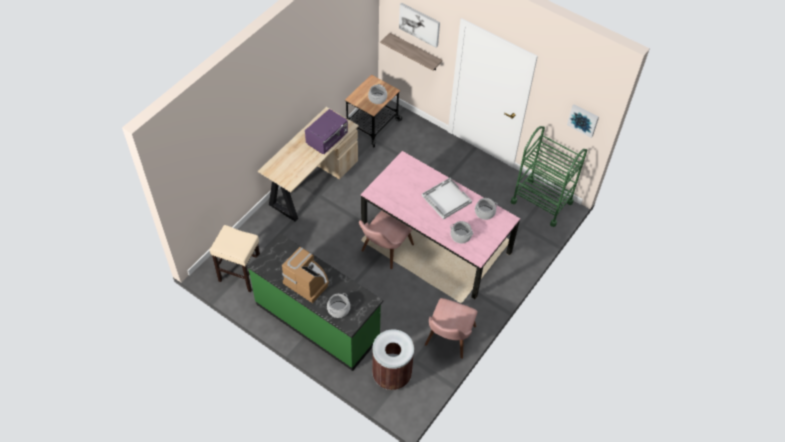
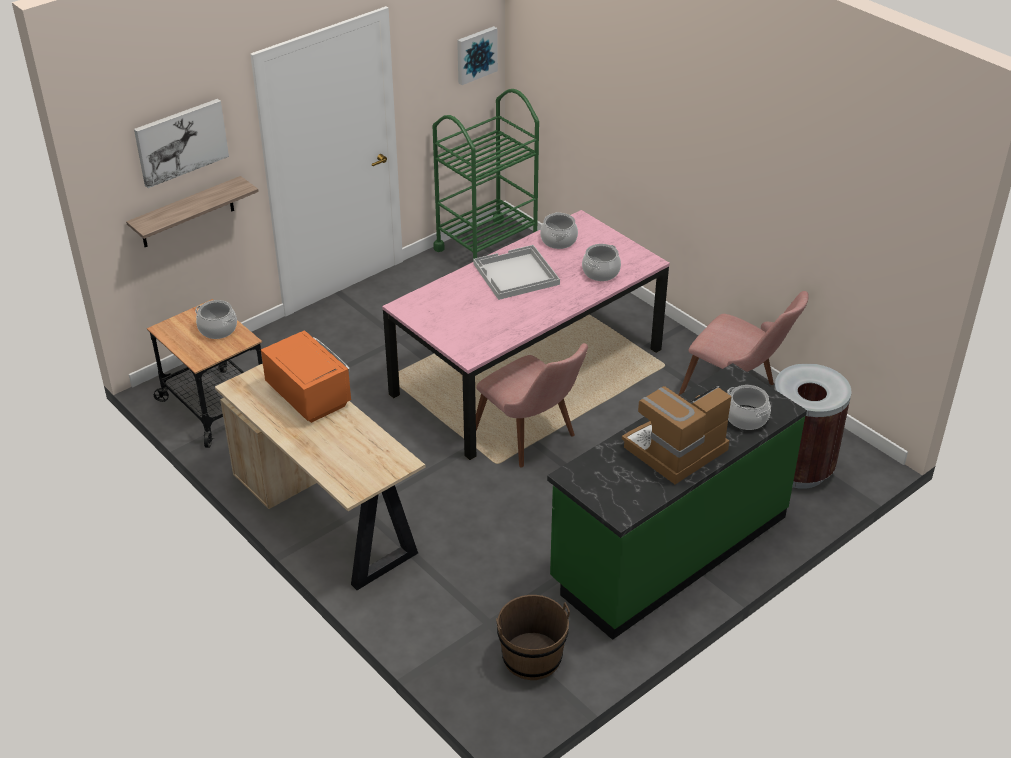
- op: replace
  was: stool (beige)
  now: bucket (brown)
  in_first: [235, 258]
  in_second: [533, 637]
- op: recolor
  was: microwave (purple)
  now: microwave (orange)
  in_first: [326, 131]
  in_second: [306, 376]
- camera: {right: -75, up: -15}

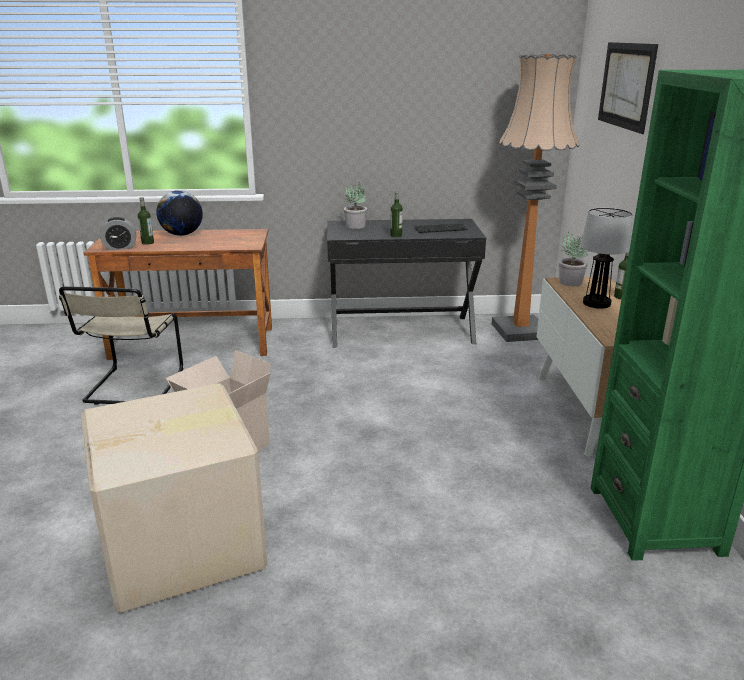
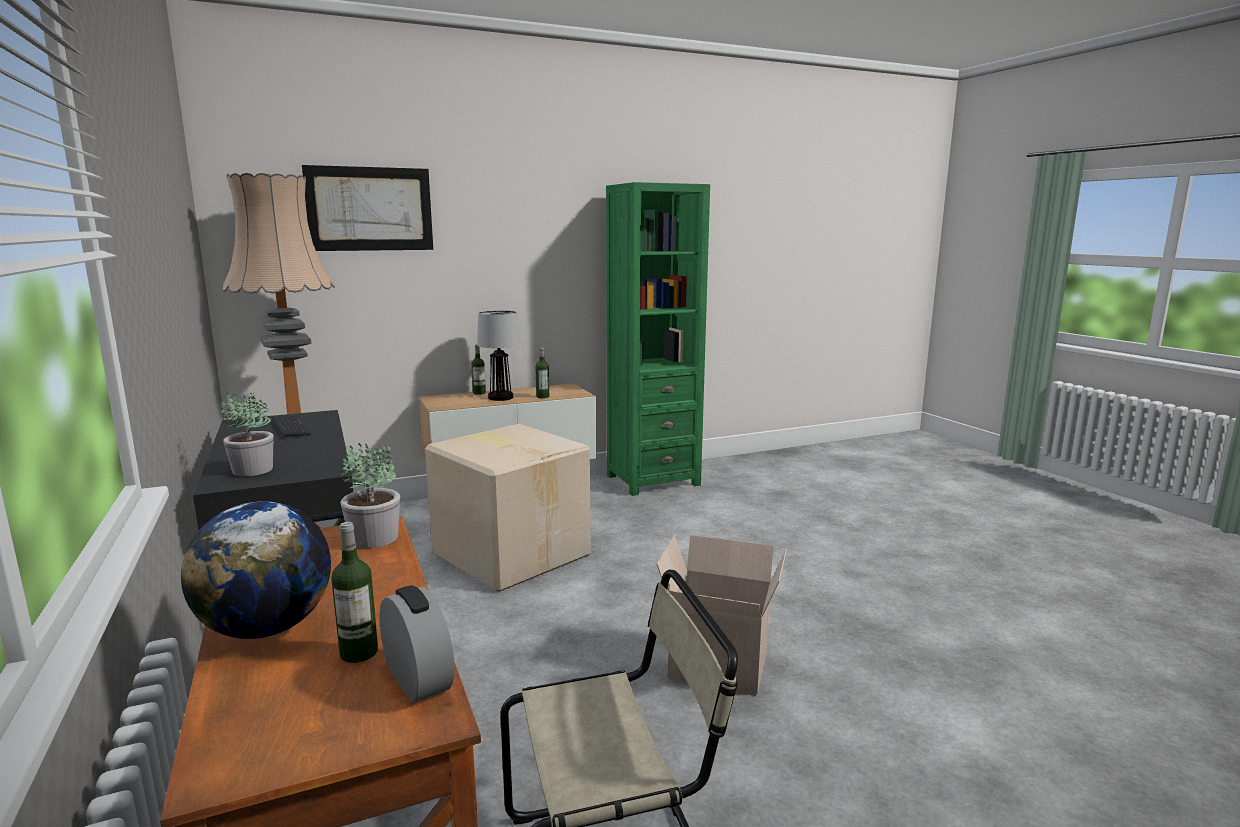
- op: move
  was: cardboard box
  in_first: [174, 498]
  in_second: [508, 508]
- op: move
  was: bottle
  in_first: [396, 214]
  in_second: [542, 372]
- op: move
  was: potted plant
  in_first: [574, 259]
  in_second: [370, 495]
- camera: {right: -110, up: -10}

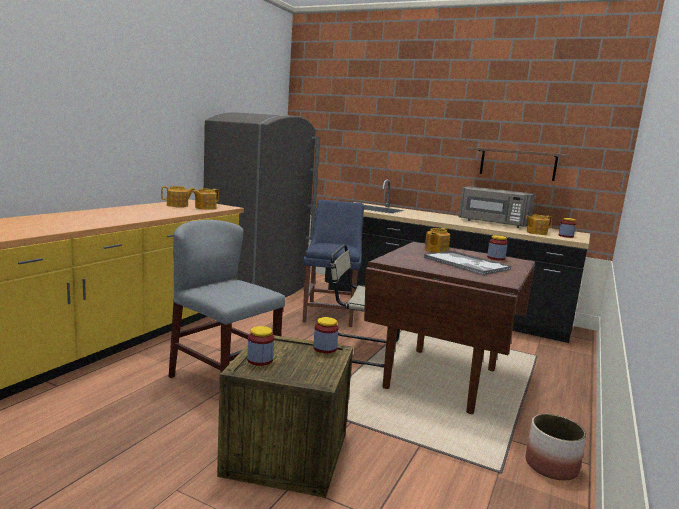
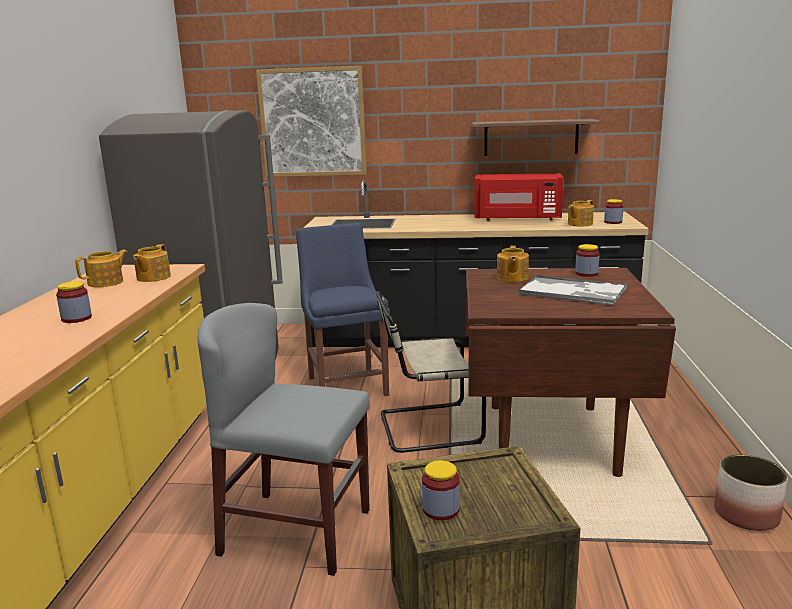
- op: move
  was: jar
  in_first: [326, 335]
  in_second: [74, 302]
- op: recolor
  was: microwave (grey)
  now: microwave (red)
  in_first: [497, 207]
  in_second: [519, 197]
- op: insert
  now: picture
  in_second: [311, 121]
- camera: {right: -20, up: 5}

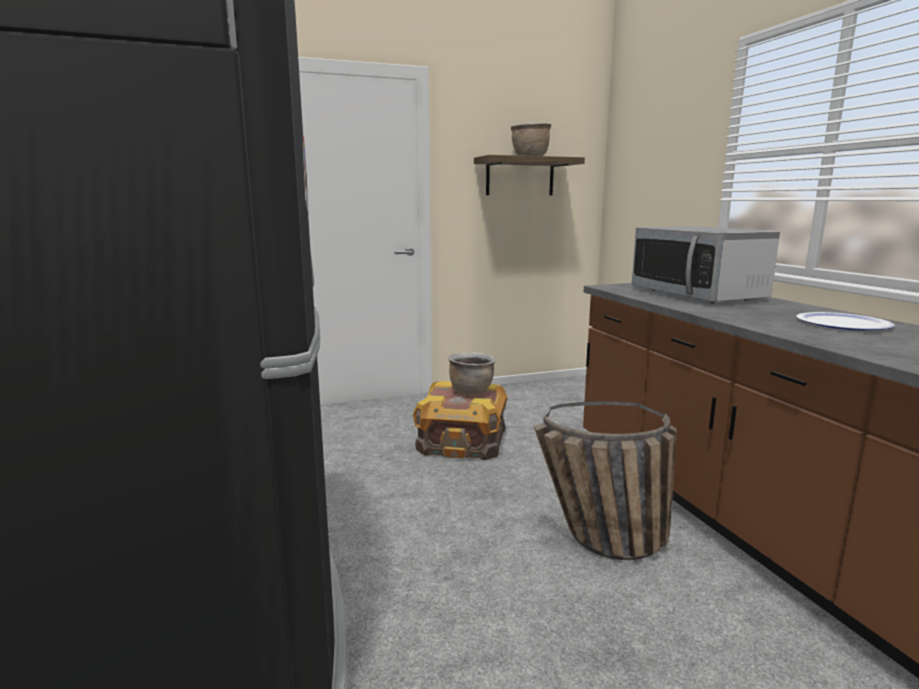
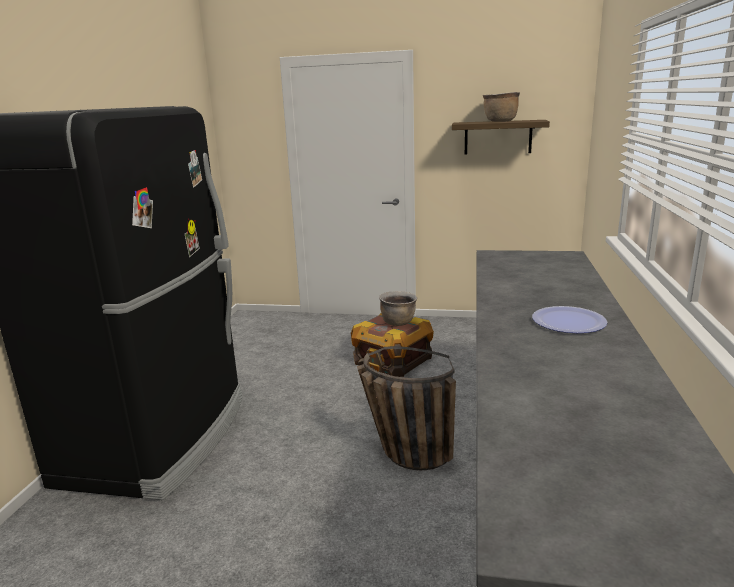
- op: delete
  was: microwave
  in_first: [706, 264]
- camera: {right: 30, up: 5}

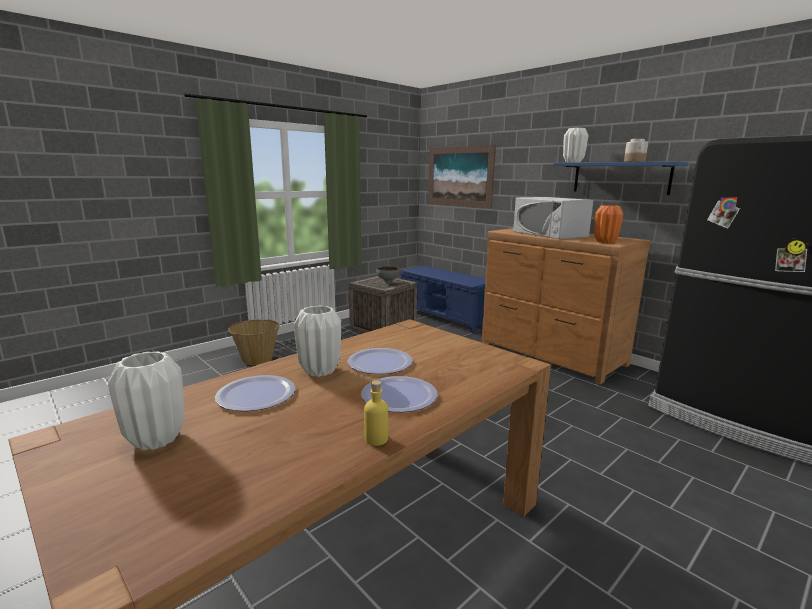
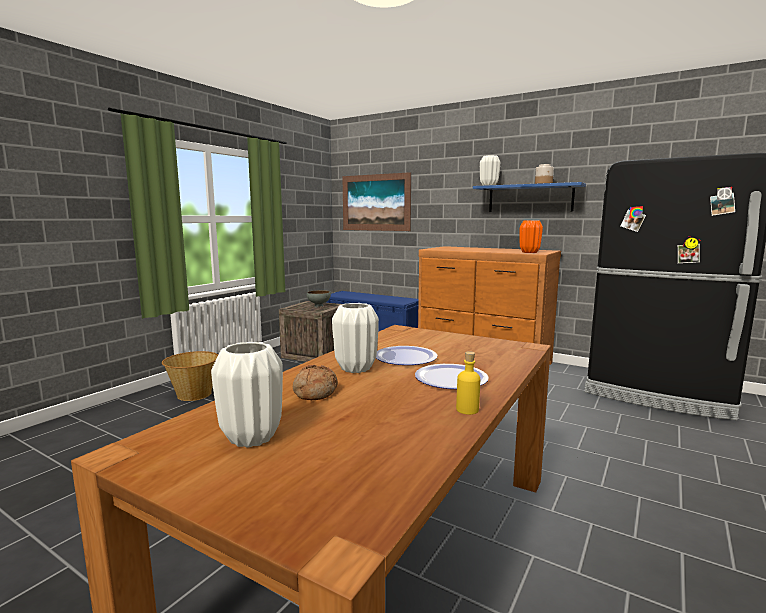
- op: replace
  was: plate
  now: bread
  in_first: [255, 393]
  in_second: [315, 382]
- op: delete
  was: microwave (white)
  in_first: [553, 218]
- camera: {right: -15, up: -5}

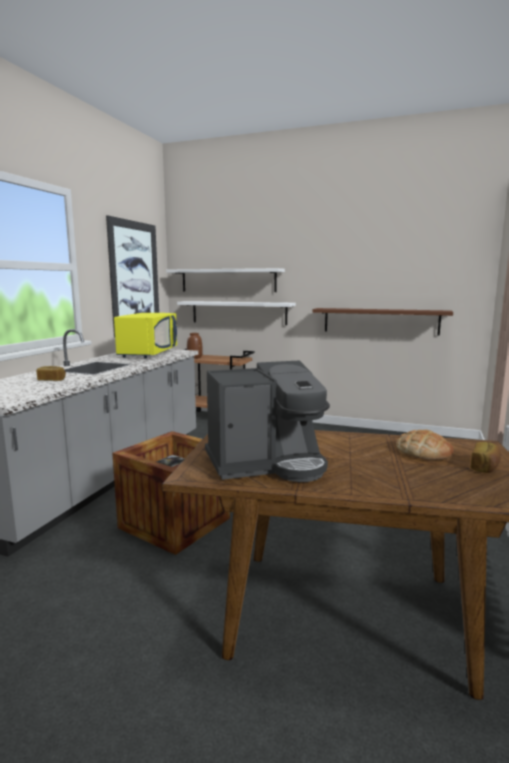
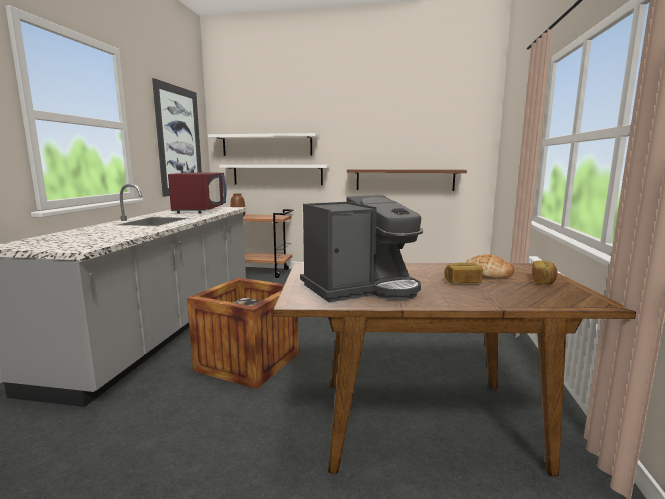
- op: move
  was: bread
  in_first: [51, 373]
  in_second: [464, 273]
- op: recolor
  was: microwave (yellow)
  now: microwave (red)
  in_first: [145, 335]
  in_second: [197, 193]
- camera: {right: -10, up: 0}

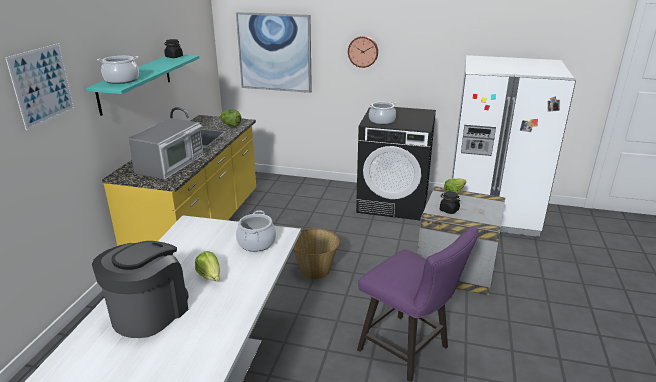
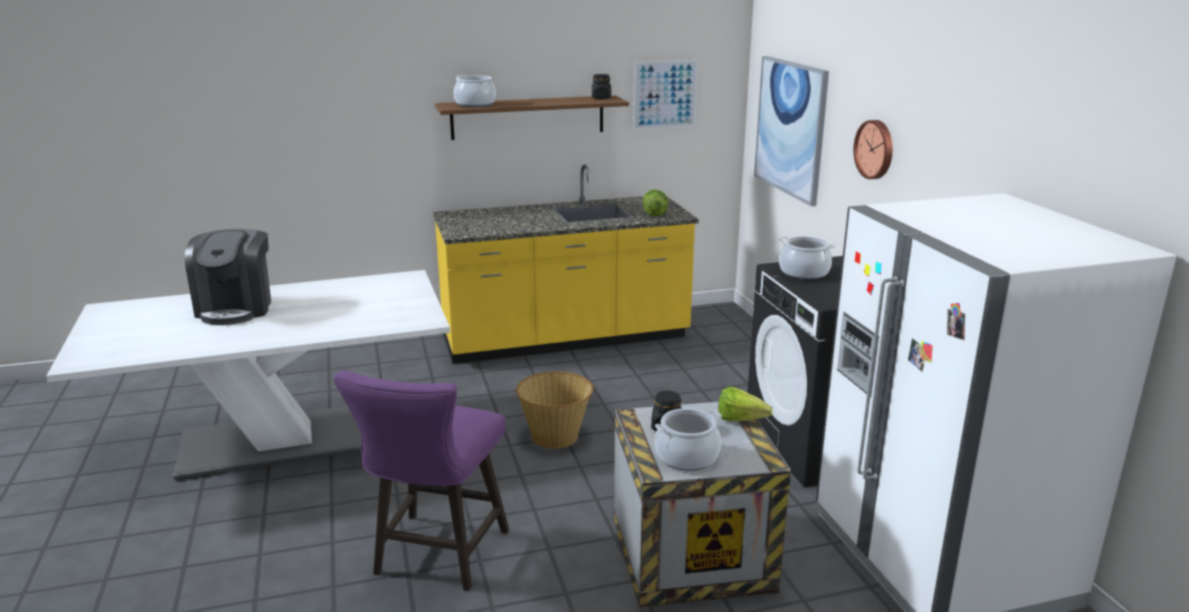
- op: move
  was: picture
  in_first: [40, 86]
  in_second: [665, 94]
- op: recolor
  was: shelf (turquoise)
  now: shelf (brown)
  in_first: [142, 85]
  in_second: [532, 117]
- op: rotate
  was: coffee machine
  in_first: [140, 289]
  in_second: [228, 277]
  clockwise: 90
- op: delete
  was: microwave
  in_first: [166, 148]
- op: delete
  was: lettuce
  in_first: [207, 266]
- op: move
  was: cooking pot
  in_first: [256, 231]
  in_second: [688, 439]
- camera: {right: 60, up: -5}

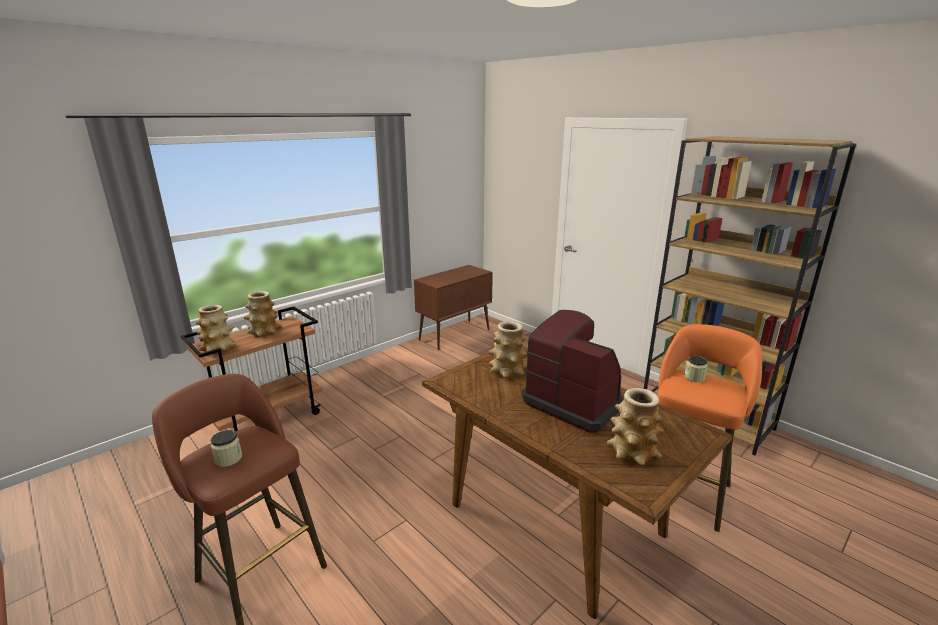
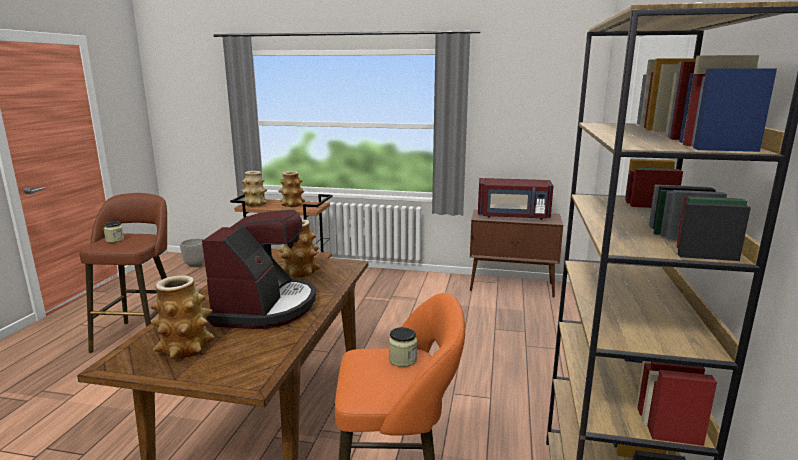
- op: insert
  now: planter
  in_second: [192, 252]
- op: insert
  now: microwave (red)
  in_second: [515, 199]
- camera: {right: 55, up: -5}

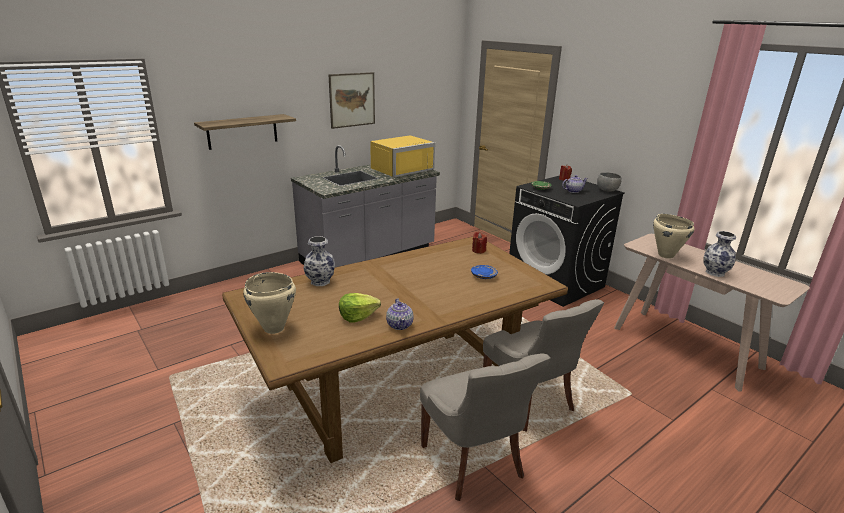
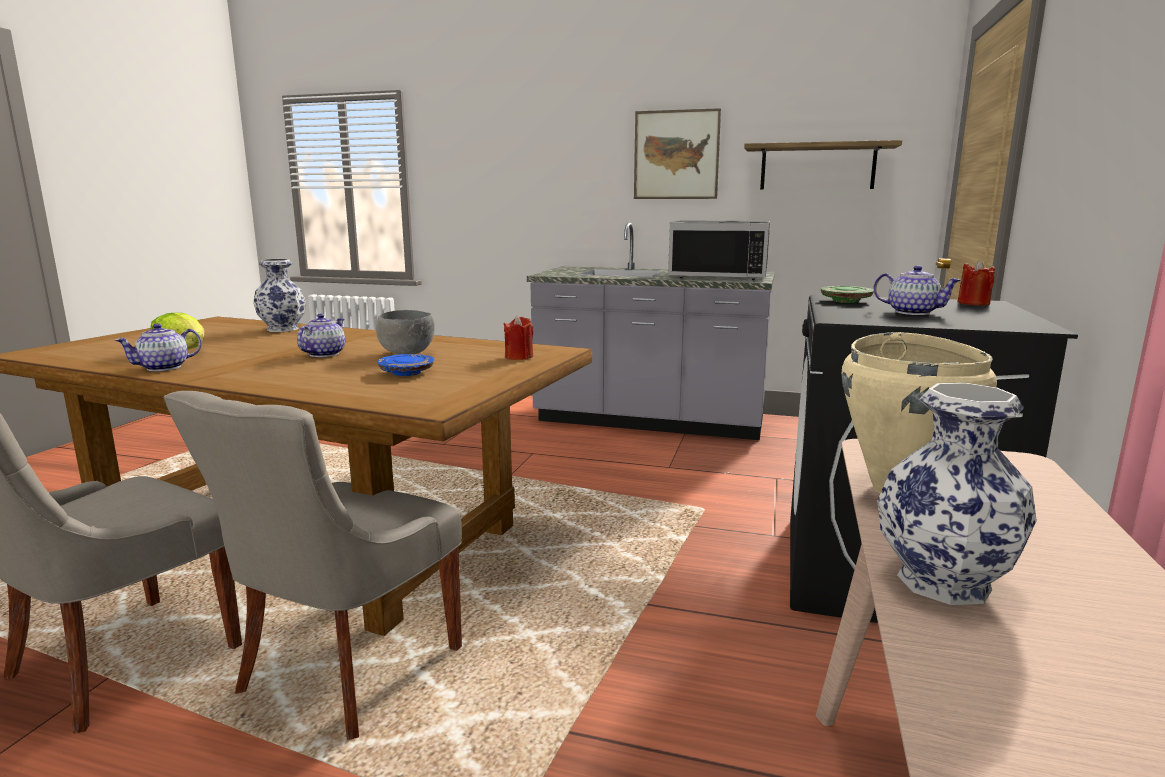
- op: move
  was: shelf
  in_first: [245, 132]
  in_second: [823, 165]
- op: delete
  was: cooking pot (beige)
  in_first: [269, 303]
- op: recolor
  was: microwave (yellow)
  now: microwave (black)
  in_first: [402, 156]
  in_second: [719, 250]
- op: move
  was: bowl (grey)
  in_first: [609, 182]
  in_second: [405, 332]
- op: insert
  now: teapot
  in_second: [321, 335]
- camera: {right: 55, up: -10}

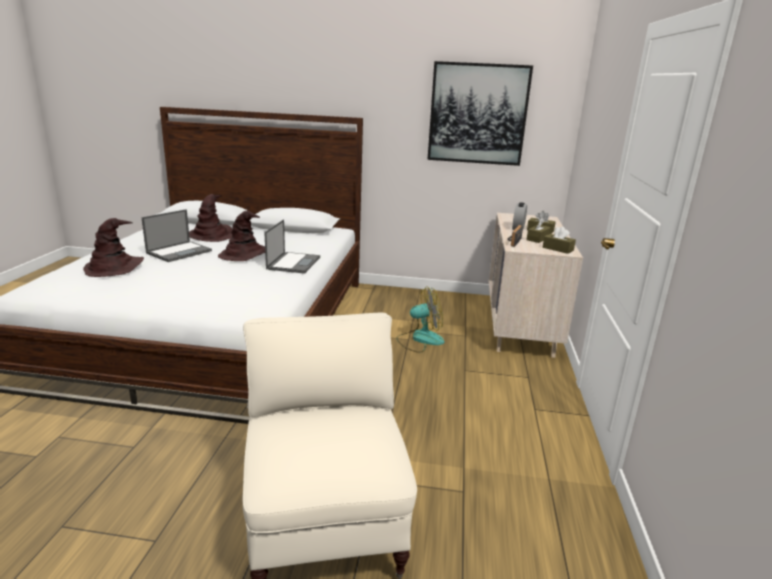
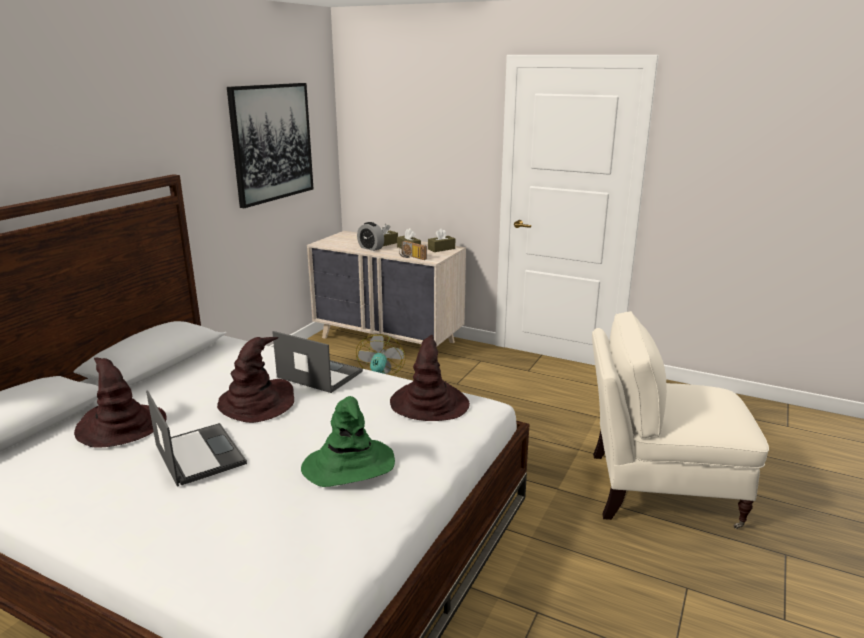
- op: move
  was: hat (brown)
  in_first: [113, 247]
  in_second: [430, 378]
- op: insert
  now: hat (green)
  in_second: [348, 441]
- camera: {right: -70, up: 0}

